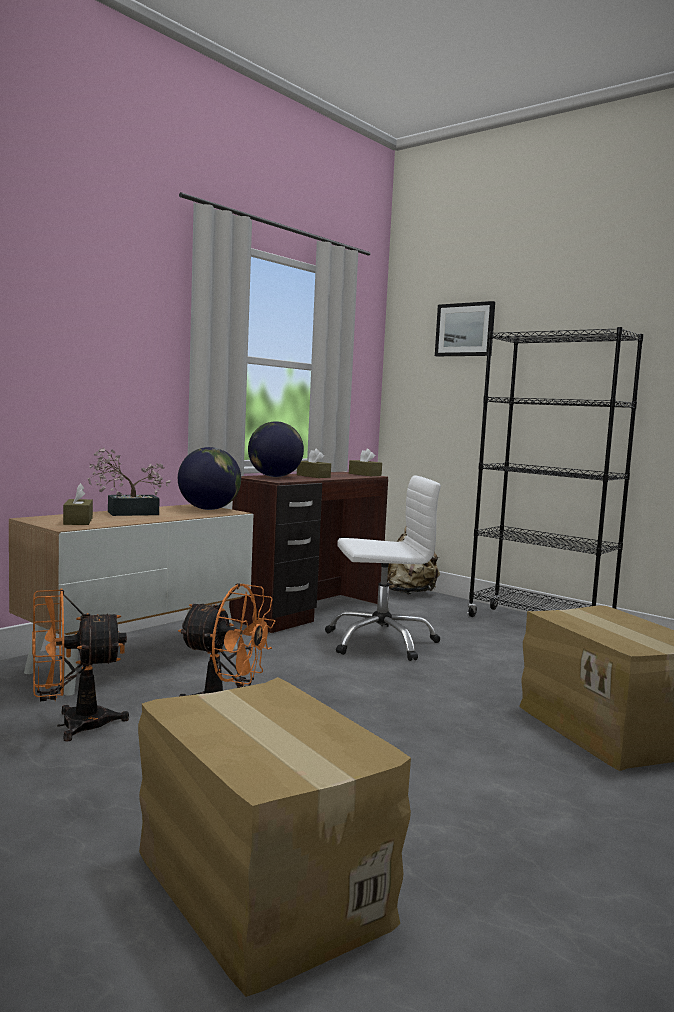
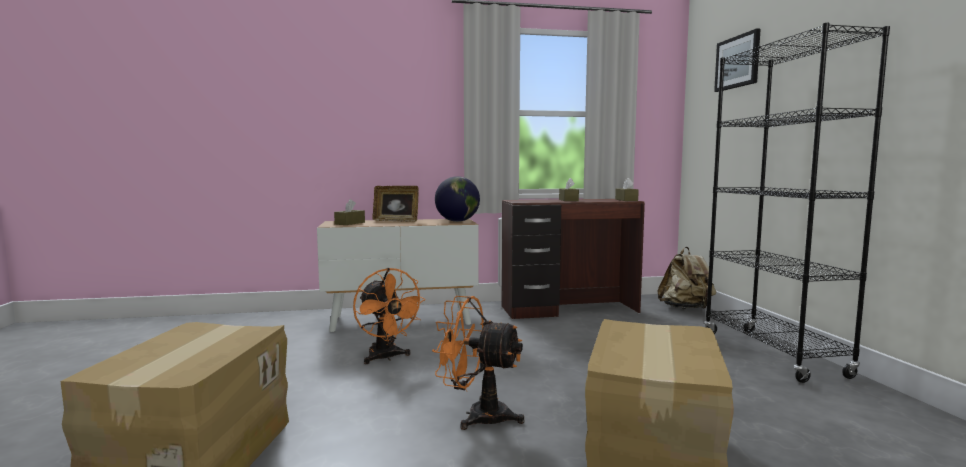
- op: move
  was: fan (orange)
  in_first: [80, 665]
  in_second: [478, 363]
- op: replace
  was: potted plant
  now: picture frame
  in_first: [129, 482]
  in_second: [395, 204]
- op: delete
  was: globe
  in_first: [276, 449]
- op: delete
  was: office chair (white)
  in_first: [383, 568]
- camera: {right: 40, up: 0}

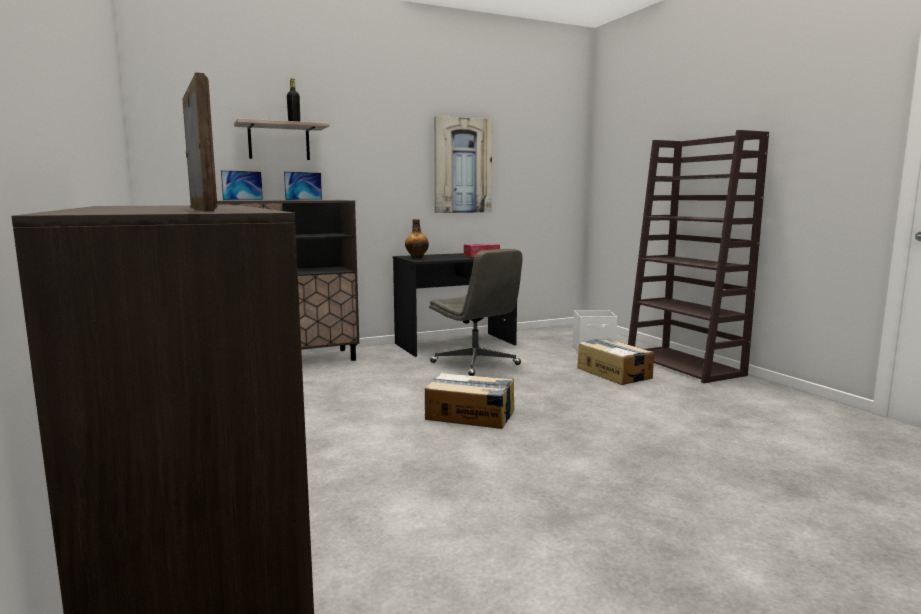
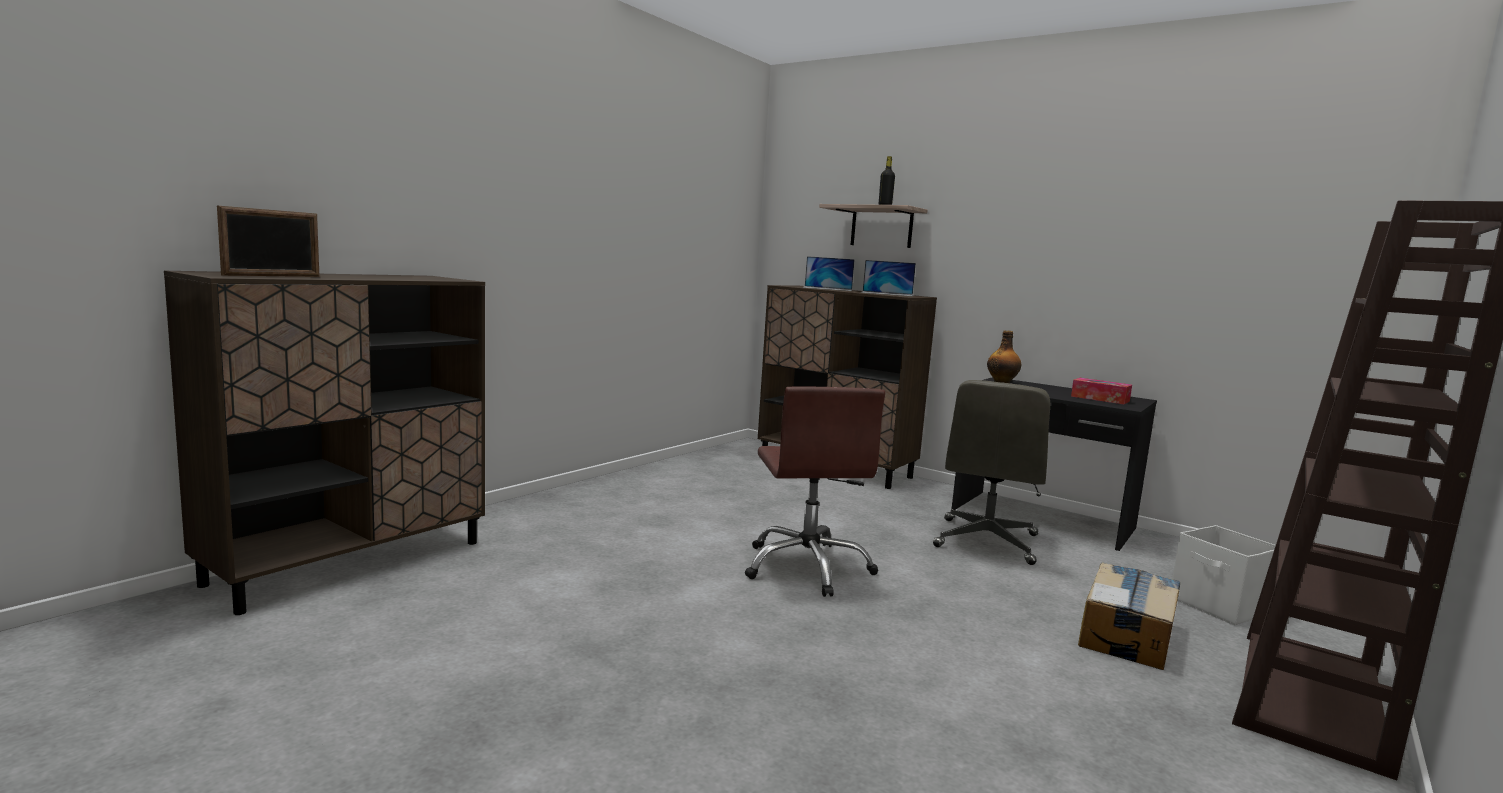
- op: replace
  was: cardboard box
  now: office chair (brown)
  in_first: [469, 401]
  in_second: [815, 492]
- op: delete
  was: picture
  in_first: [463, 164]
- camera: {right: 60, up: 0}

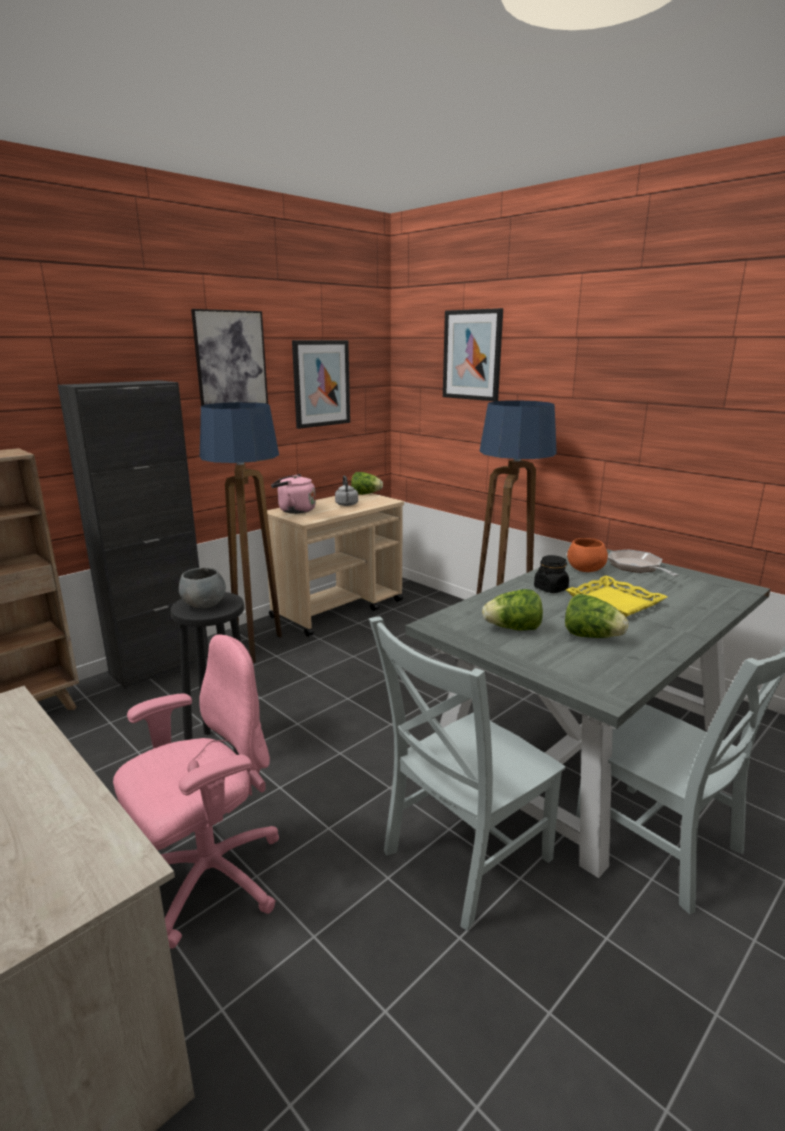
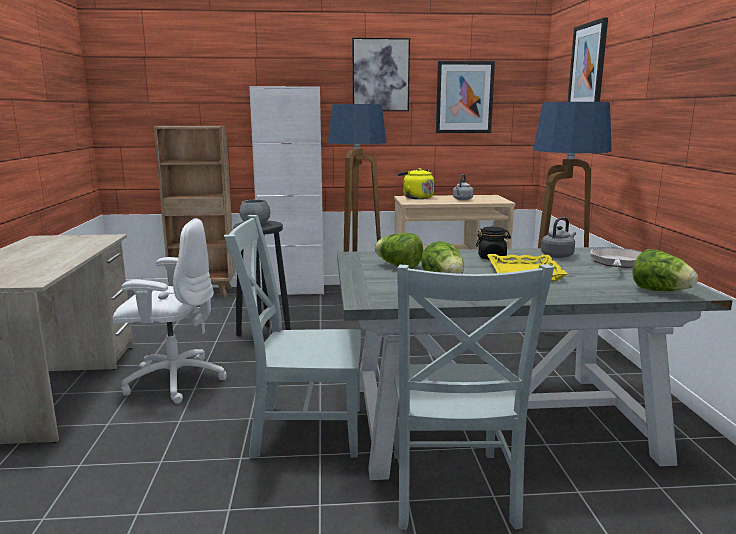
- op: recolor
  was: cabinet (black)
  now: cabinet (white)
  in_first: [133, 534]
  in_second: [286, 190]
- op: recolor
  was: office chair (pink)
  now: office chair (white)
  in_first: [196, 791]
  in_second: [170, 311]
- op: recolor
  was: kettle (pink)
  now: kettle (yellow)
  in_first: [293, 494]
  in_second: [416, 183]
- op: move
  was: lettuce
  in_first: [367, 483]
  in_second: [665, 270]
- op: replace
  was: bowl (orange)
  now: kettle (grey)
  in_first: [587, 555]
  in_second: [558, 237]
- camera: {right: 40, up: -5}

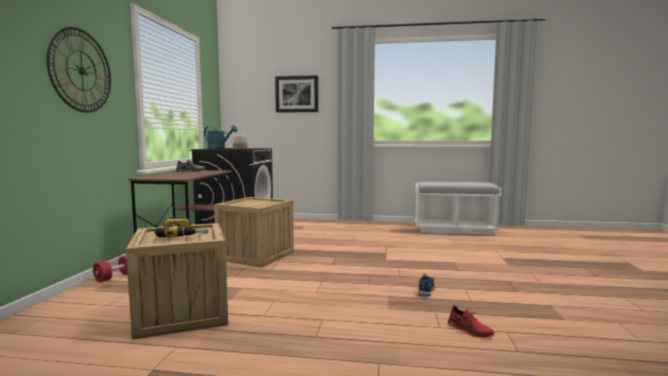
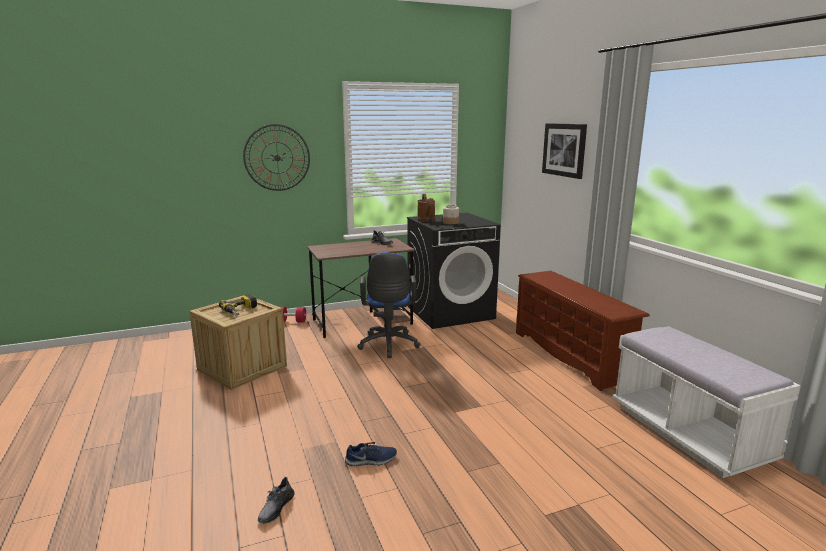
- op: recolor
  was: watering can (turquoise)
  now: watering can (brown)
  in_first: [220, 137]
  in_second: [426, 208]
- op: replace
  was: crate
  now: office chair (blue)
  in_first: [254, 232]
  in_second: [389, 305]
- op: recolor
  was: shoe (red)
  now: shoe (grey)
  in_first: [471, 321]
  in_second: [276, 500]
- op: insert
  now: shoe rack (brown)
  in_second: [583, 331]
- camera: {right: 60, up: 10}

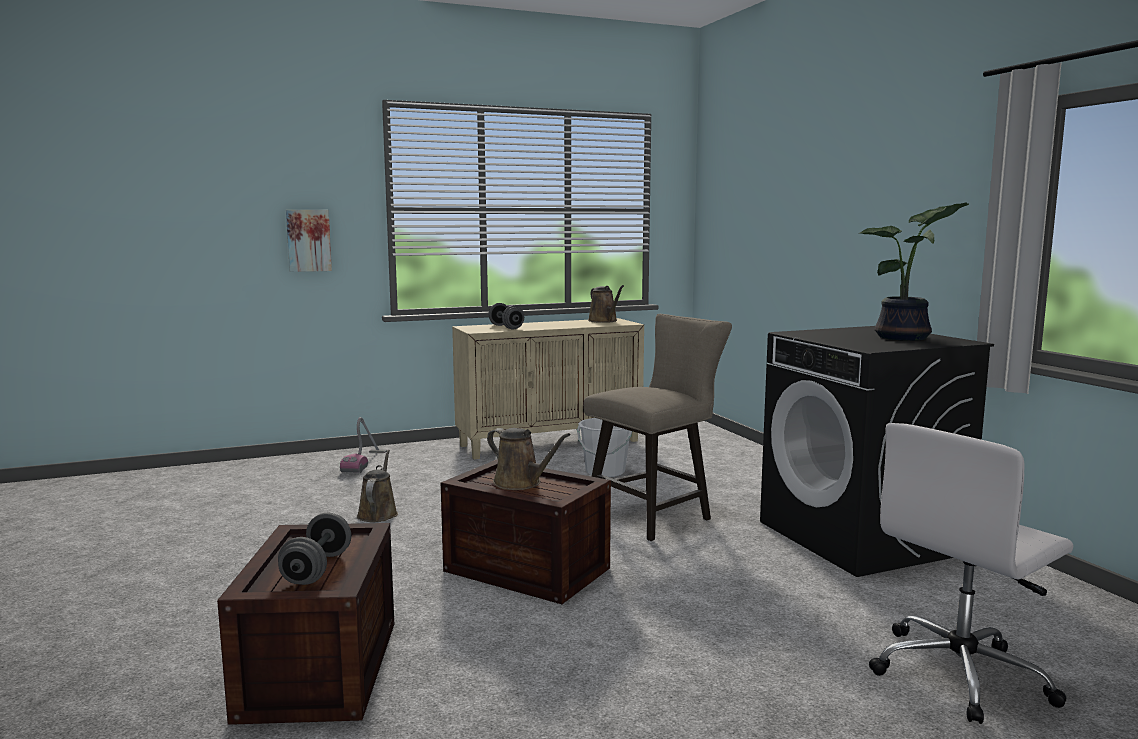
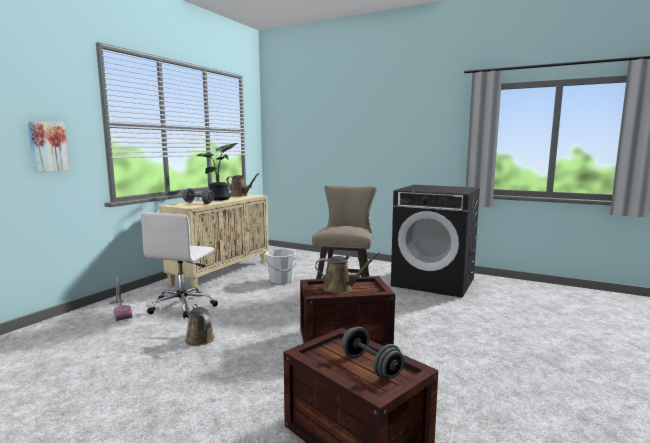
- op: move
  was: potted plant
  in_first: [914, 271]
  in_second: [217, 172]
- op: move
  was: office chair (white)
  in_first: [971, 573]
  in_second: [179, 265]
- camera: {right: -40, up: 0}

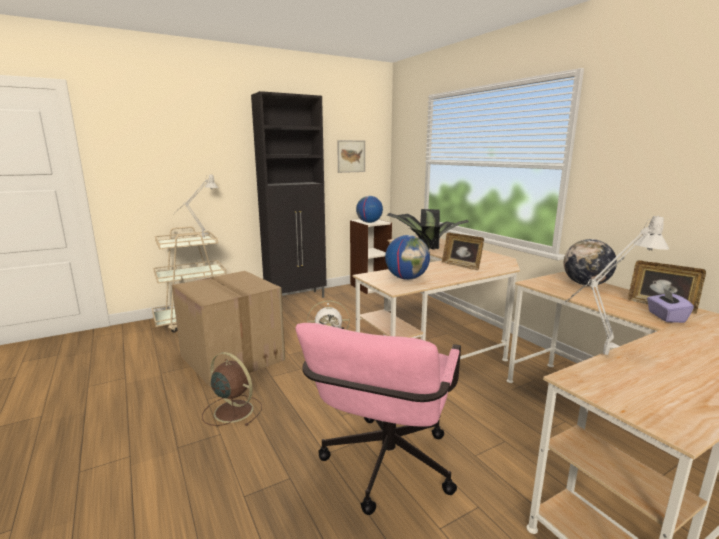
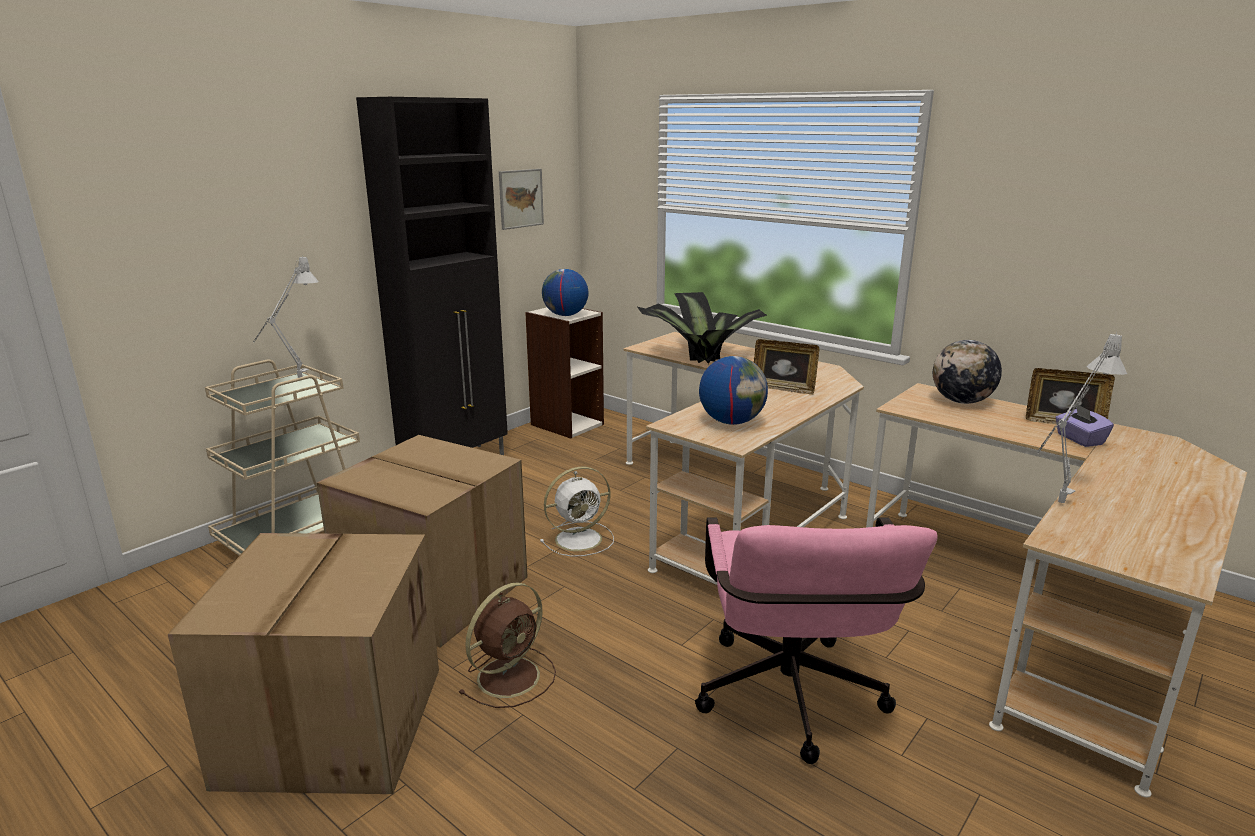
- op: rotate
  was: fan (brown)
  in_first: [232, 389]
  in_second: [507, 645]
  clockwise: 120
- op: insert
  now: cardboard box
  in_second: [303, 663]
- camera: {right: -20, up: 5}

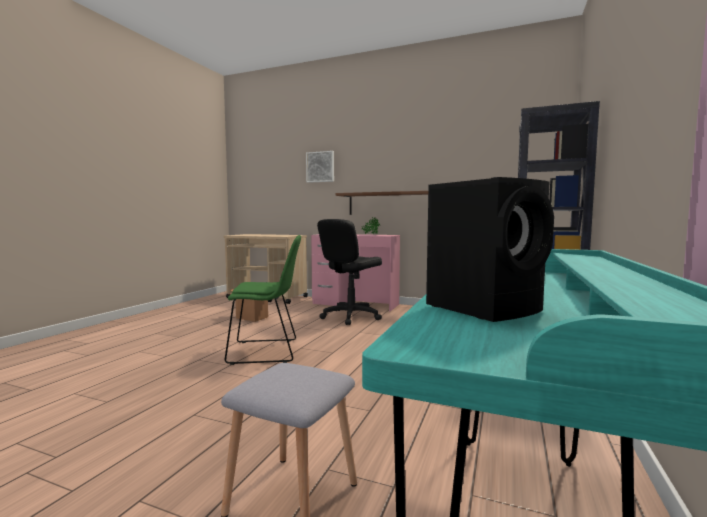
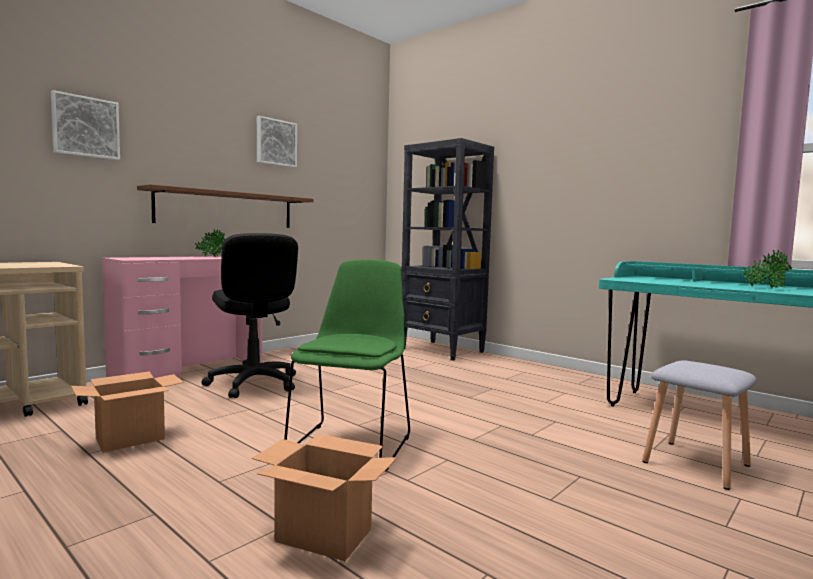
- op: replace
  was: speaker (black)
  now: potted plant
  in_first: [490, 249]
  in_second: [767, 269]
- op: insert
  now: cardboard box
  in_second: [324, 497]
- op: insert
  now: picture
  in_second: [277, 142]
- camera: {right: -70, up: 0}

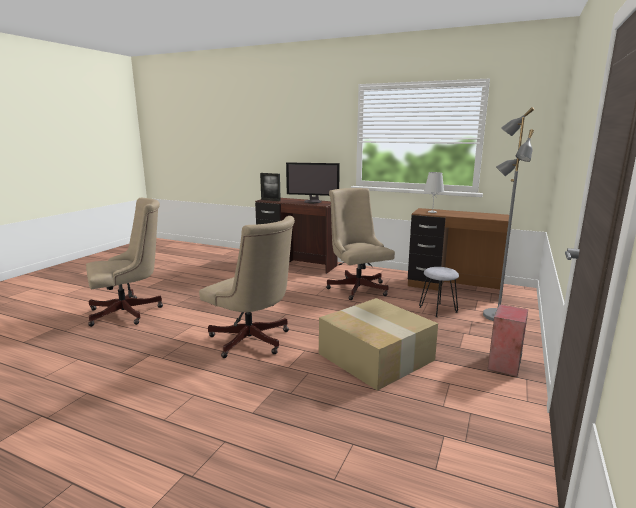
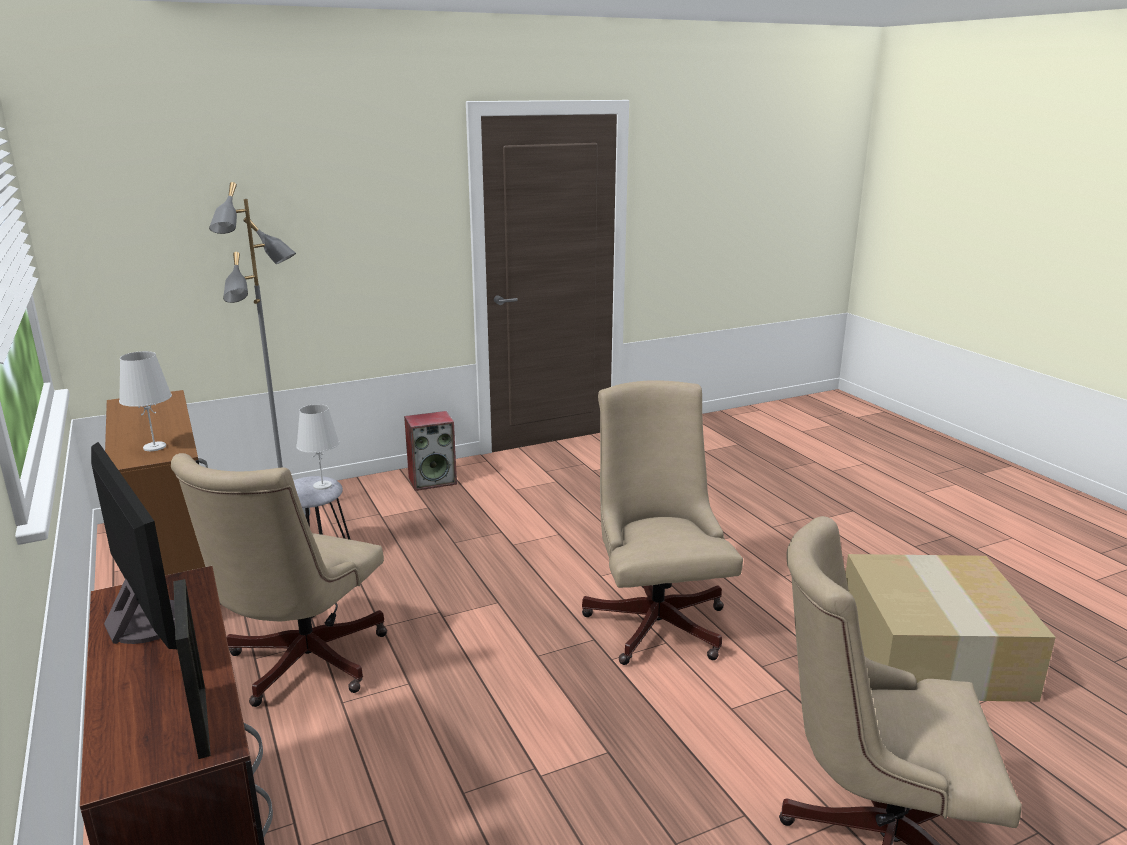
- op: move
  was: cardboard box
  in_first: [378, 344]
  in_second: [950, 628]
- op: insert
  now: table lamp (white)
  in_second: [317, 447]
- camera: {right: -140, up: 5}

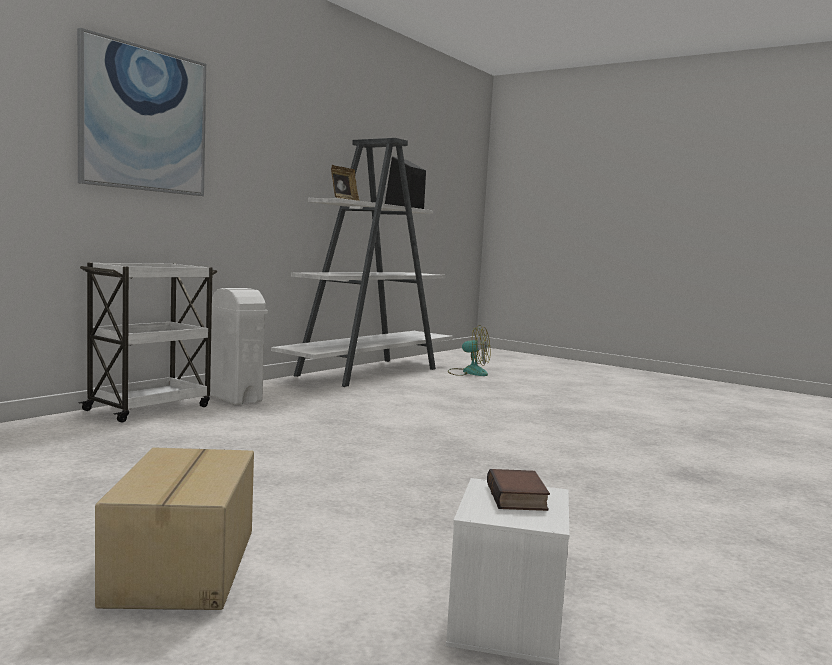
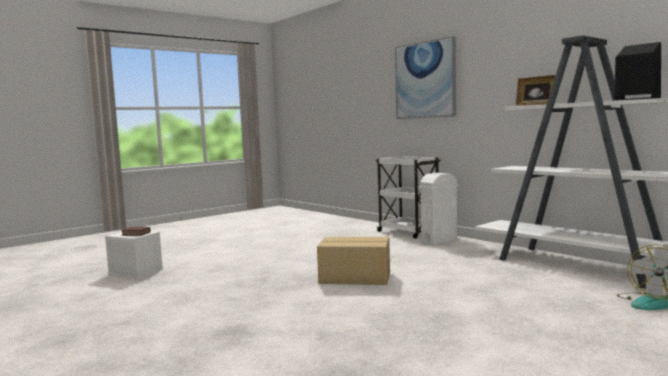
- op: move
  was: cardboard box
  in_first: [174, 528]
  in_second: [353, 261]
- camera: {right: 105, up: 0}

